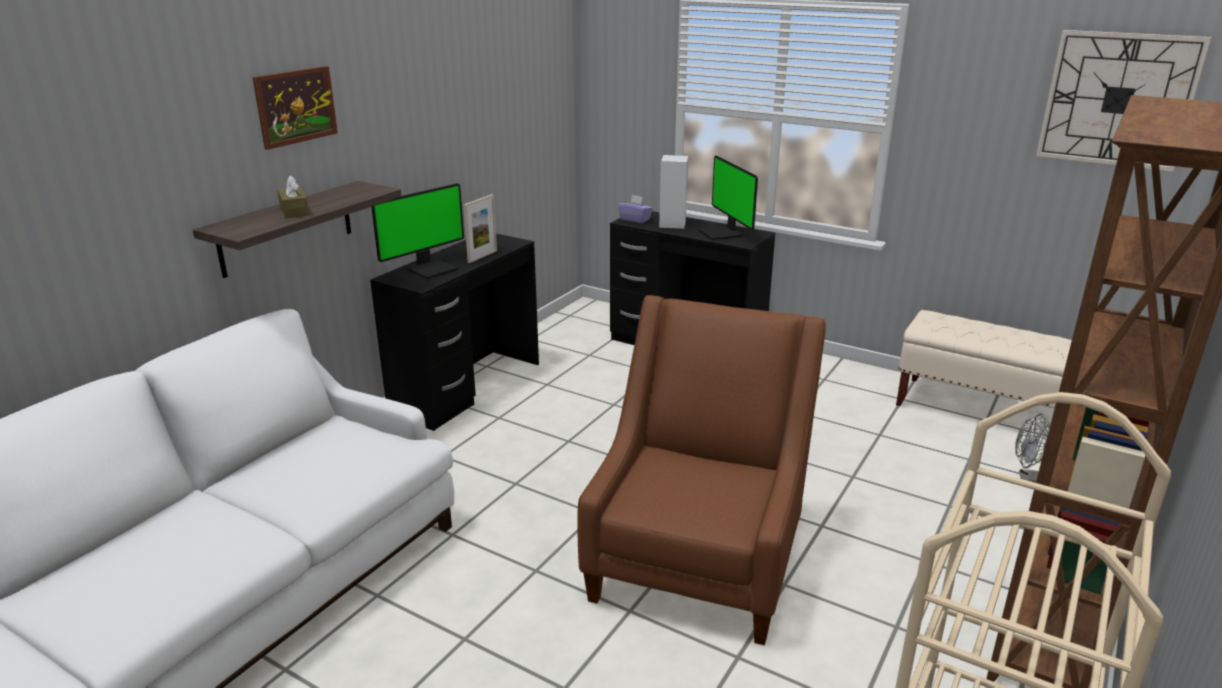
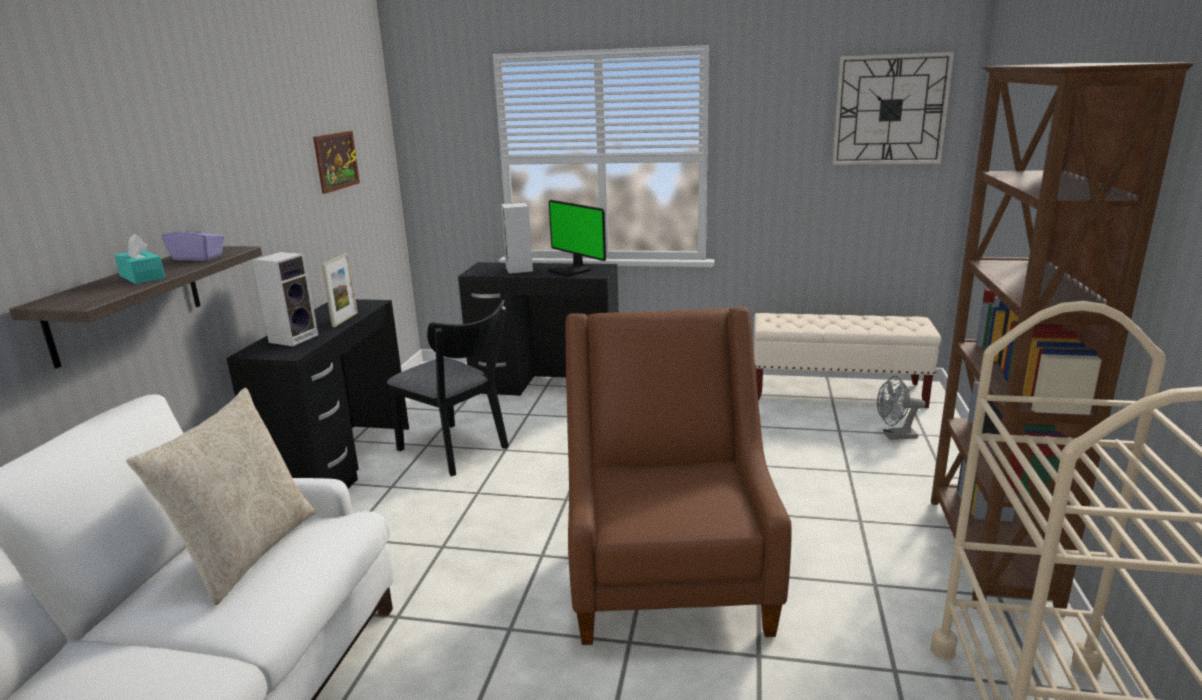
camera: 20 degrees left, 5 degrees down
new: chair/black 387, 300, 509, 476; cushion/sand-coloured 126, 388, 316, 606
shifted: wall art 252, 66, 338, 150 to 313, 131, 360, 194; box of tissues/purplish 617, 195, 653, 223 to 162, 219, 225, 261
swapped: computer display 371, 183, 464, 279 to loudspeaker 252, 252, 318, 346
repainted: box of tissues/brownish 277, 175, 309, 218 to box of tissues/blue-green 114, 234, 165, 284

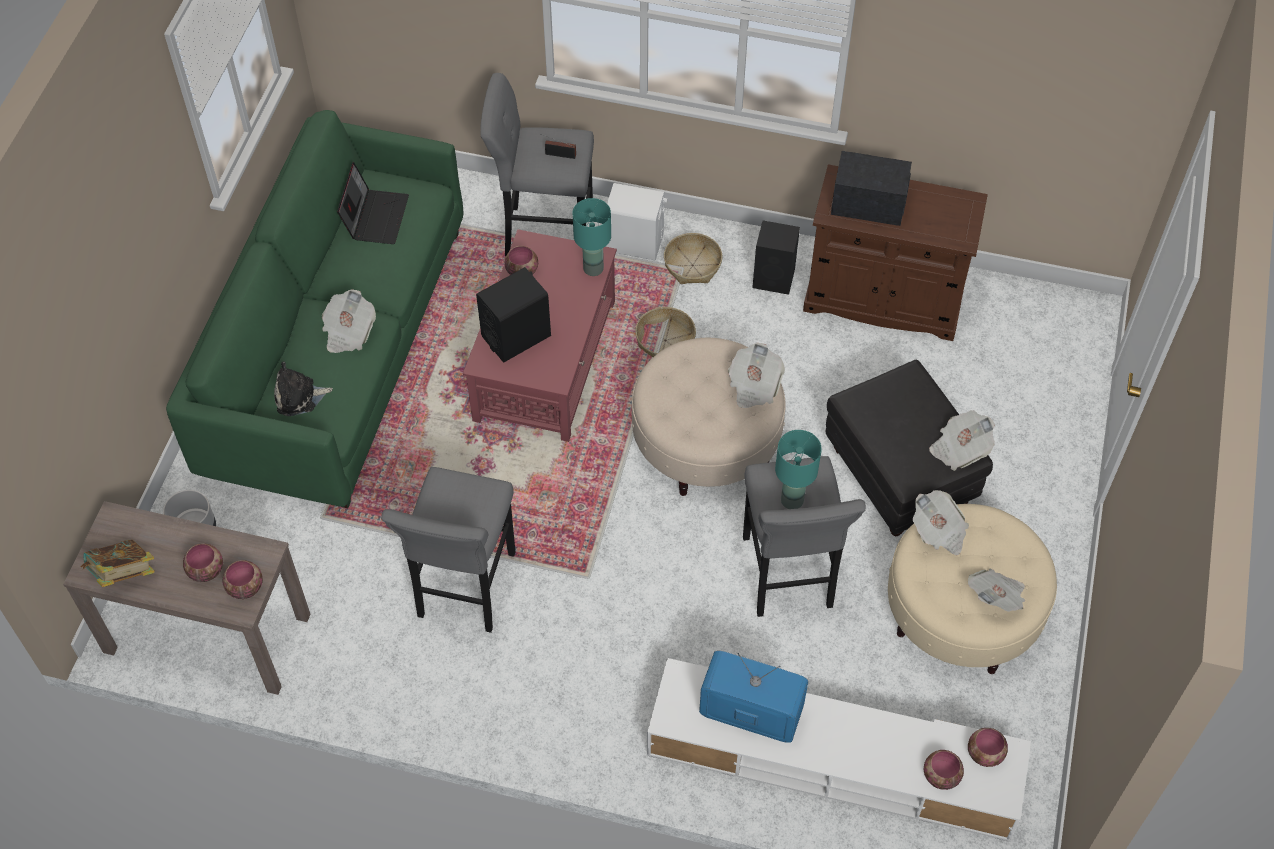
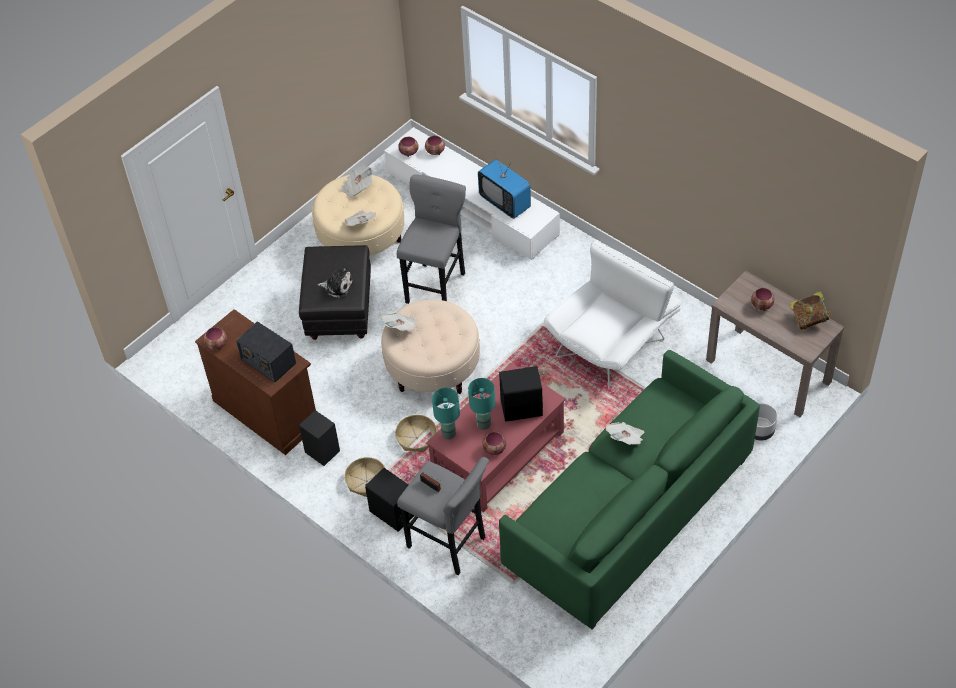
camera: 150 degrees left, 5 degrees down
gone: notebook computer 337, 162, 409, 244; newspaper 929, 410, 995, 471
shifted: plush toy 274, 361, 333, 416 to 317, 265, 354, 298; lamp for a table/blue-green 775, 430, 822, 509 to 468, 378, 495, 430; serving bowl 223, 560, 263, 599 to 204, 327, 227, 350
swapped: sitting stool/greyish 381, 467, 515, 633 to lounge chair/whitish 544, 240, 681, 389
repainted: loudspeaker/whitish 606, 183, 667, 260 to loudspeaker/black 365, 468, 414, 532

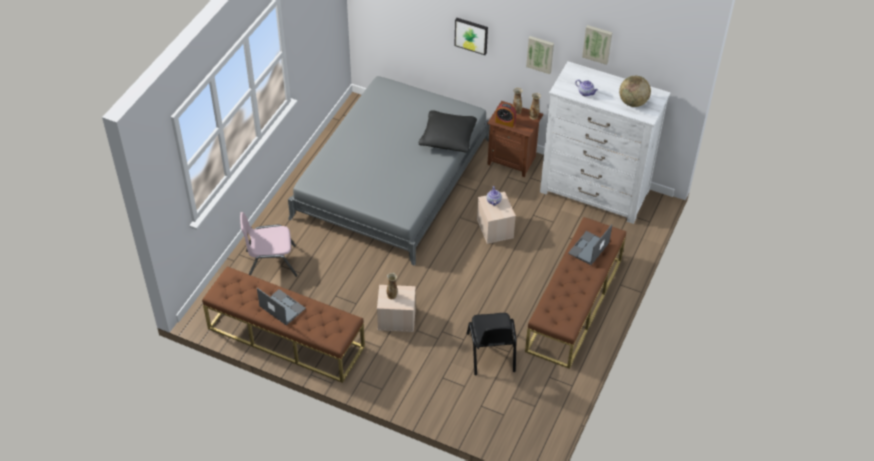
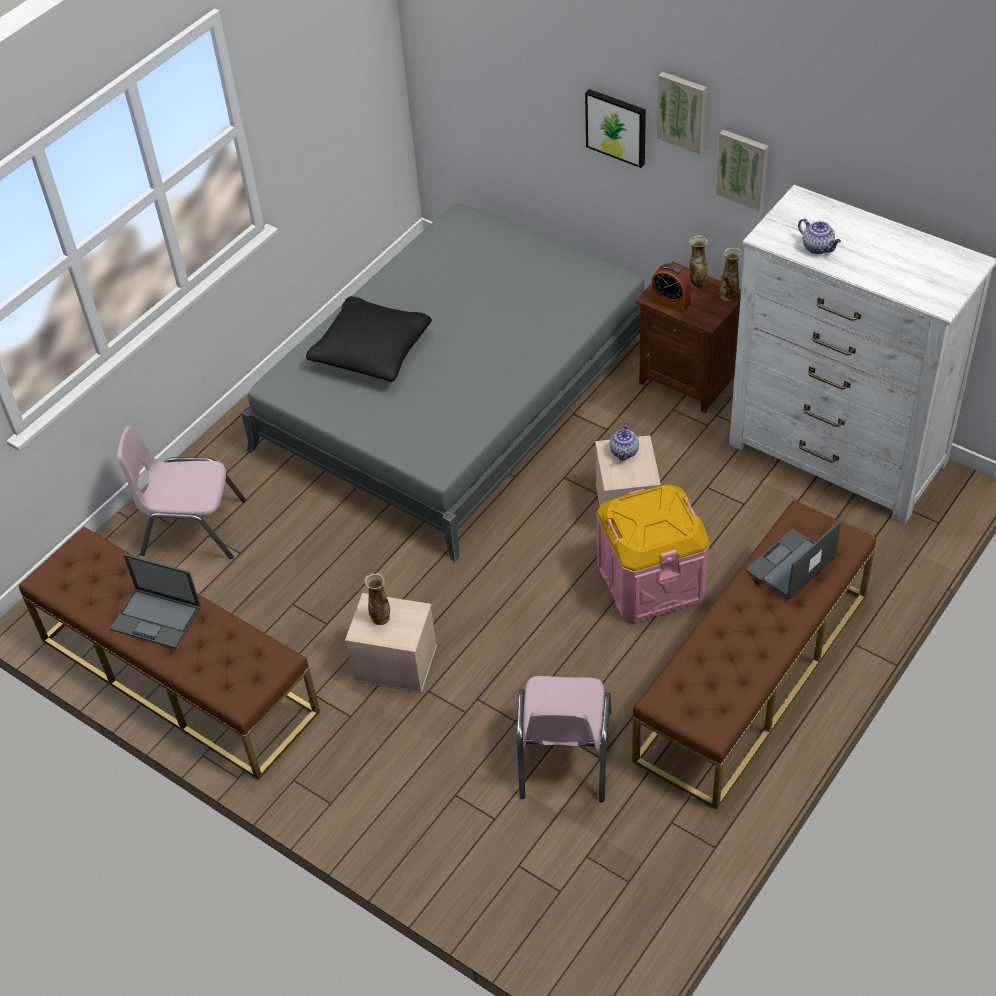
camera: 15 degrees right, 0 degrees up
gone: desk globe 619, 76, 651, 107
new: storage container/pink-coloured 596, 484, 710, 622
shifted: wall art 582, 25, 612, 65 to 657, 72, 707, 154; cushion/black 419, 110, 477, 153 to 306, 296, 432, 382
repainted: chair/black 467, 313, 516, 375 to chair/pink-coloured 517, 676, 612, 802
rotated: notebook computer 257, 288, 306, 326 = 110, 553, 201, 649 150 degrees clockwise

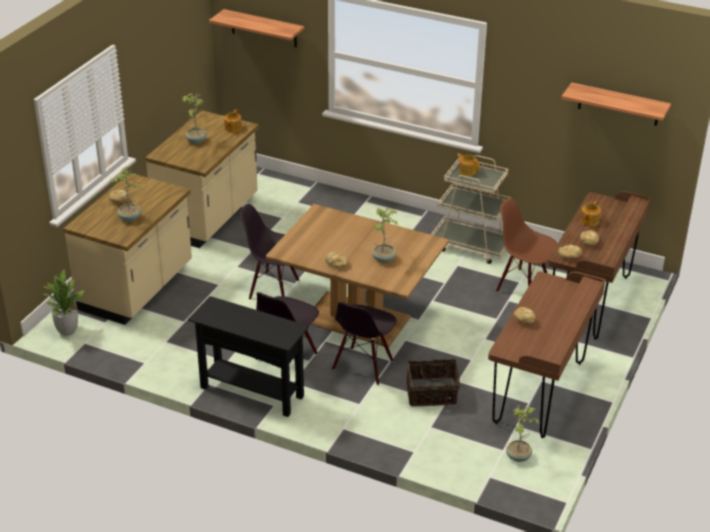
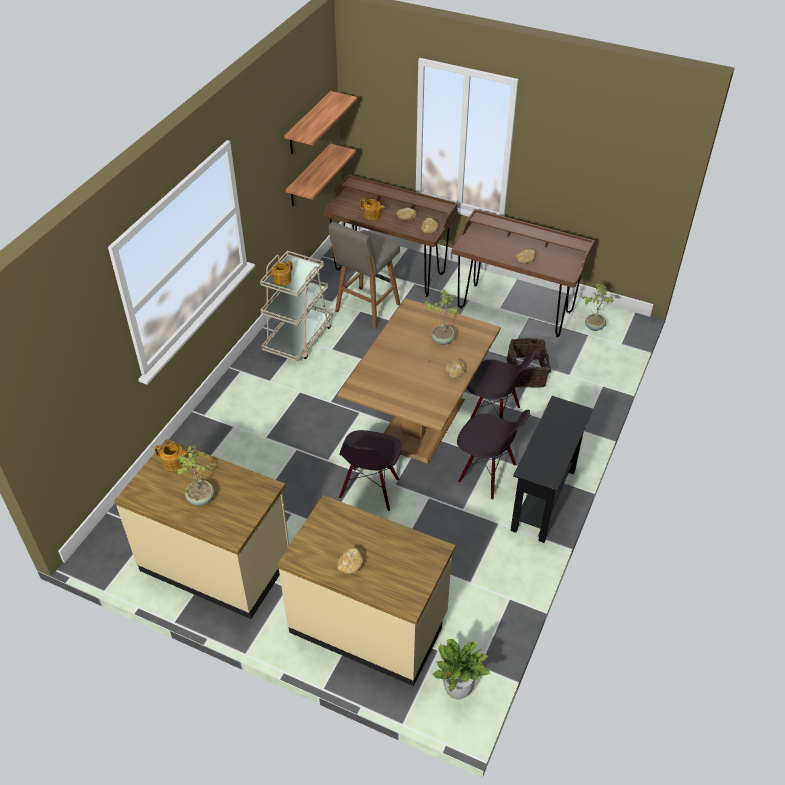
camera: 90 degrees left, 10 degrees up
gone: potted plant 109, 166, 141, 222
shifted: wall shelf 209, 9, 305, 47 to 286, 143, 356, 206
swapped: chair/brownish 496, 198, 557, 292 to sitting stool/greyish 328, 222, 400, 329

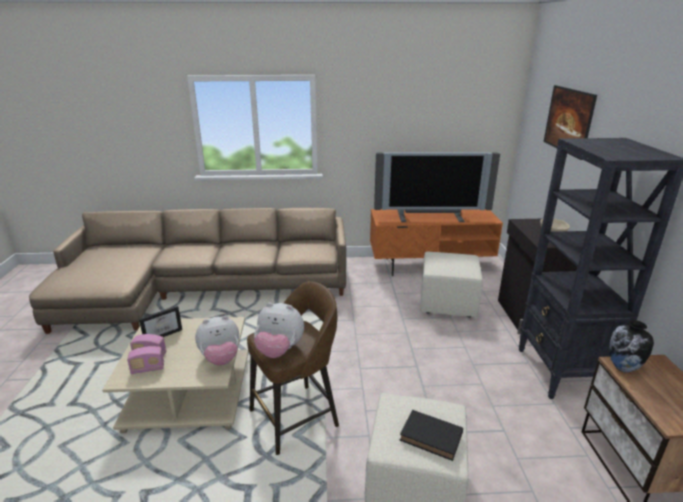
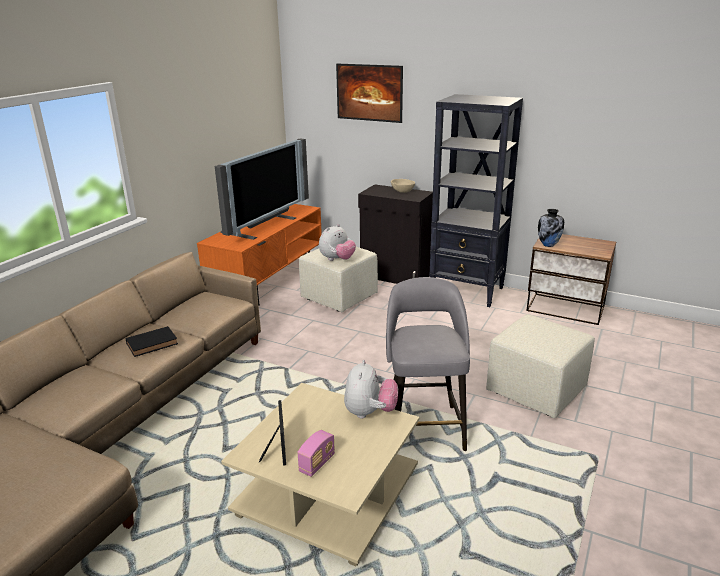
camera: 60 degrees left, 0 degrees up
gone: radio receiver 127, 346, 164, 374
shifted: plush toy 254, 302, 304, 358 to 319, 224, 356, 261; volume/black 400, 410, 463, 461 to 125, 326, 178, 357
repainted: sitting stool/brownish 247, 281, 339, 455 to sitting stool/greyish 386, 277, 470, 451

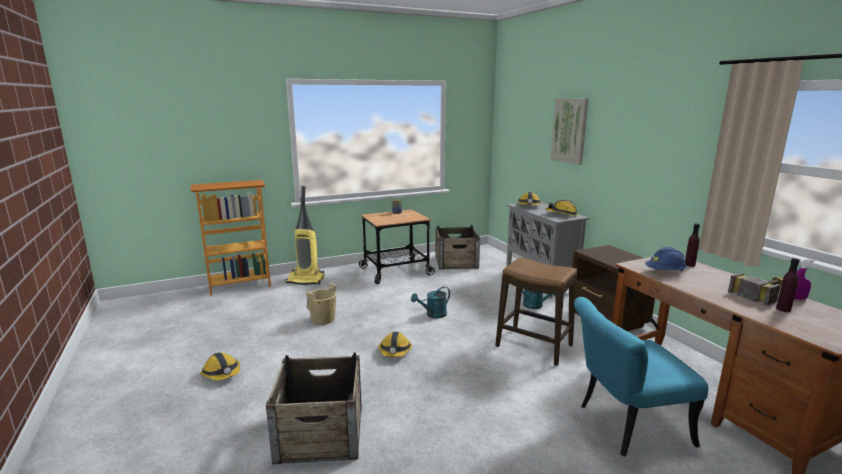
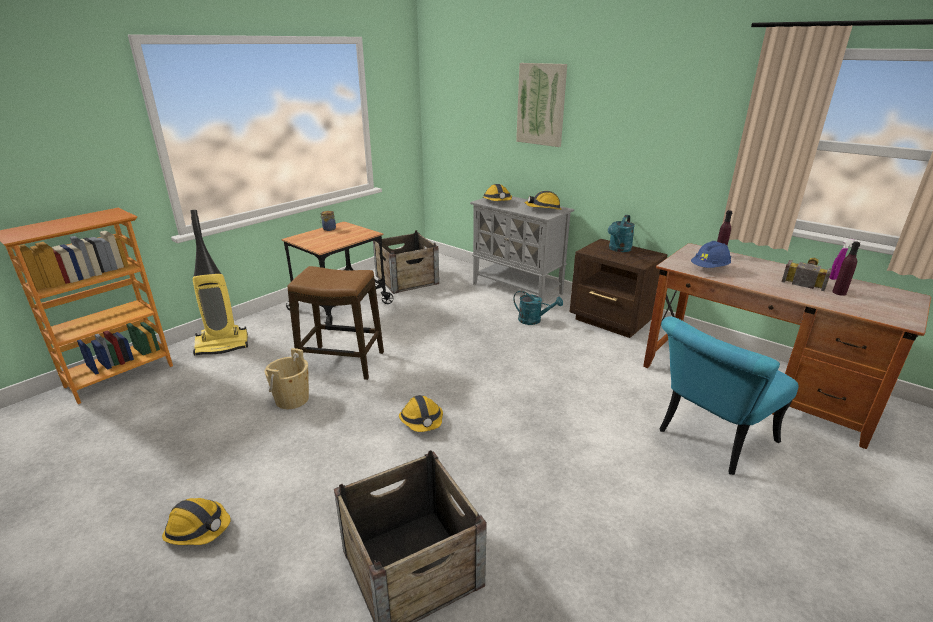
camera: 25 degrees left, 10 degrees up
shifted: sitting stool 495, 257, 577, 366 to 287, 266, 384, 380; watering pot/blue-green 411, 286, 450, 318 to 608, 215, 635, 252

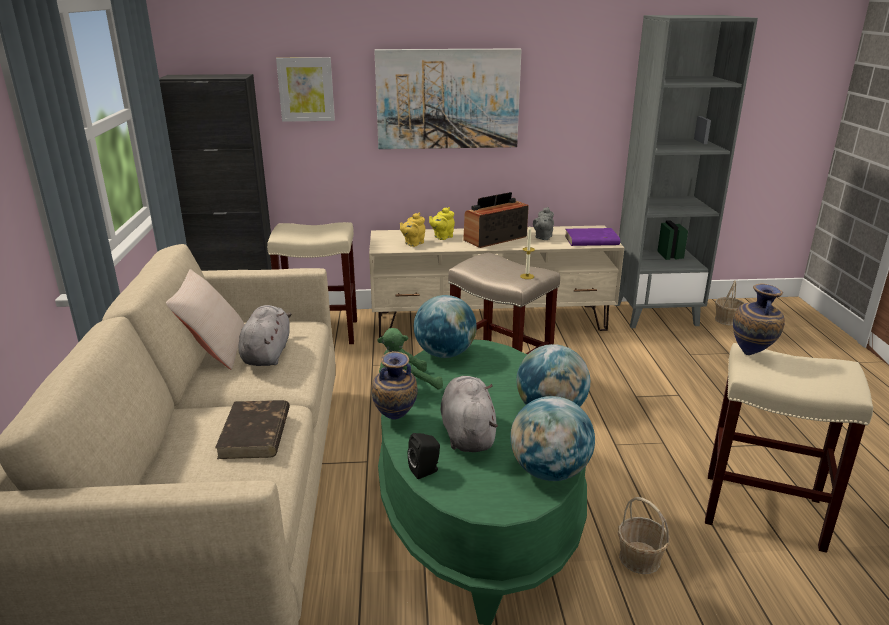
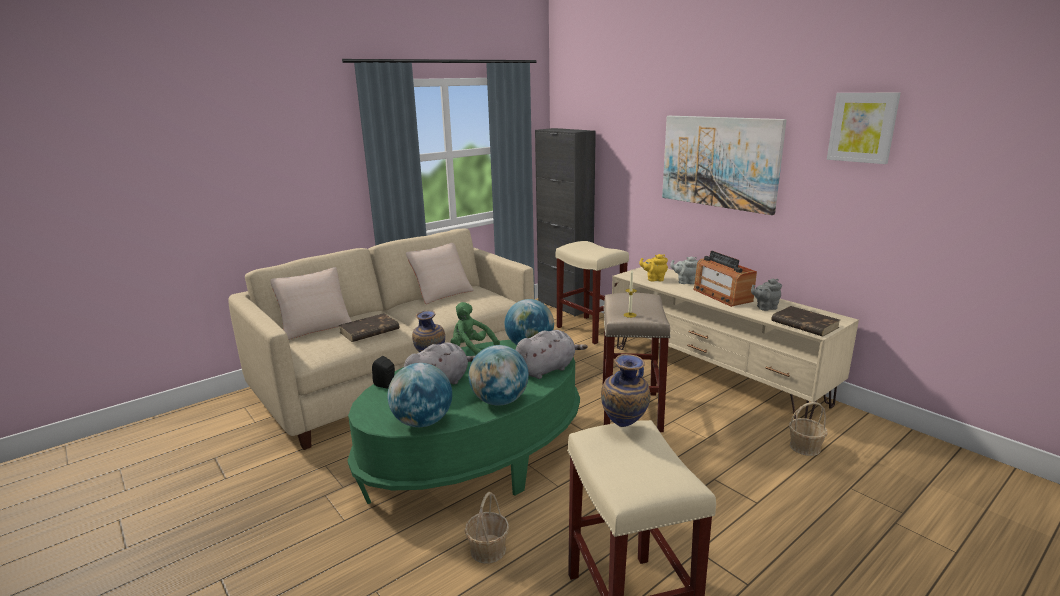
camera: 55 degrees right, 5 degrees down
gone: shelving unit/greyish 615, 15, 758, 328
new: cushion/sand-coloured 271, 267, 352, 340
shifted: wall art 276, 57, 335, 122 to 827, 93, 901, 164; basket 715, 280, 745, 326 to 789, 402, 827, 456; plush toy/greyish 238, 305, 292, 366 to 515, 330, 588, 379
repainted: pot for tea/yellow-coloured 429, 207, 455, 240 to pot for tea/greyish 670, 256, 698, 284; volume/purplish 565, 228, 620, 246 to volume/brownish 771, 306, 840, 337
rotated: radio receiver 463, 192, 529, 248 = 693, 251, 757, 307 135 degrees counterclockwise

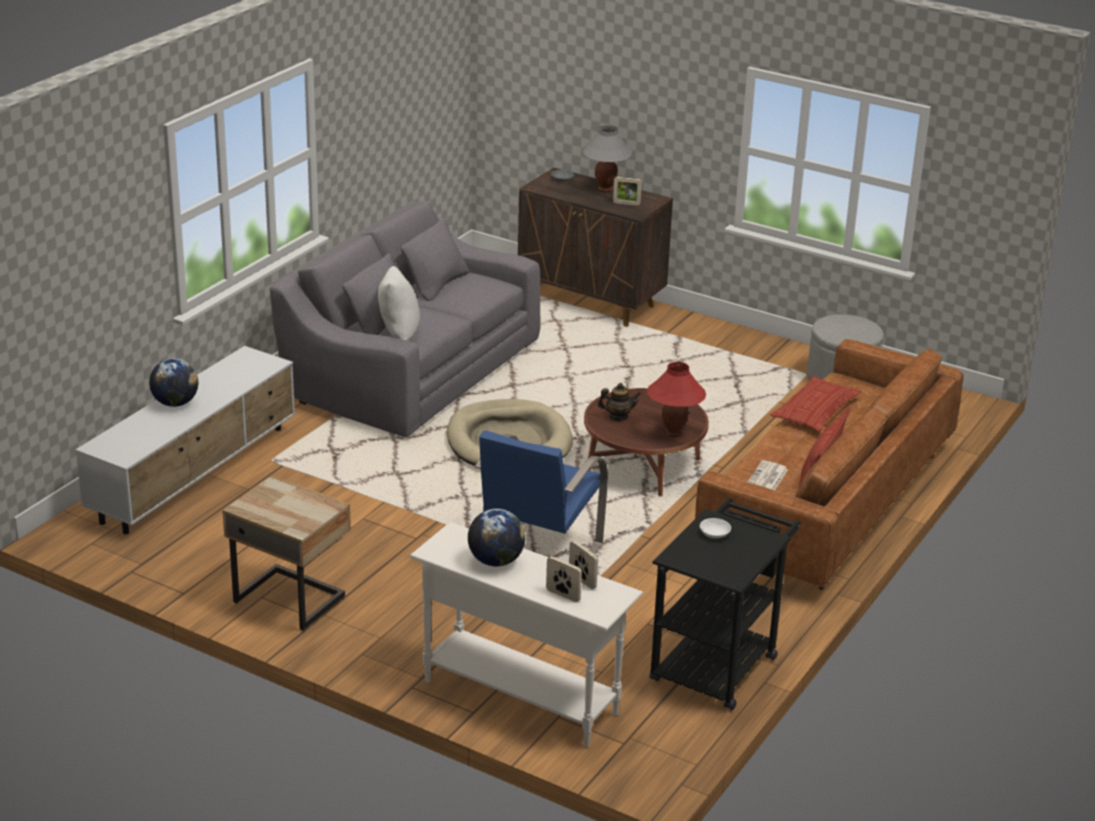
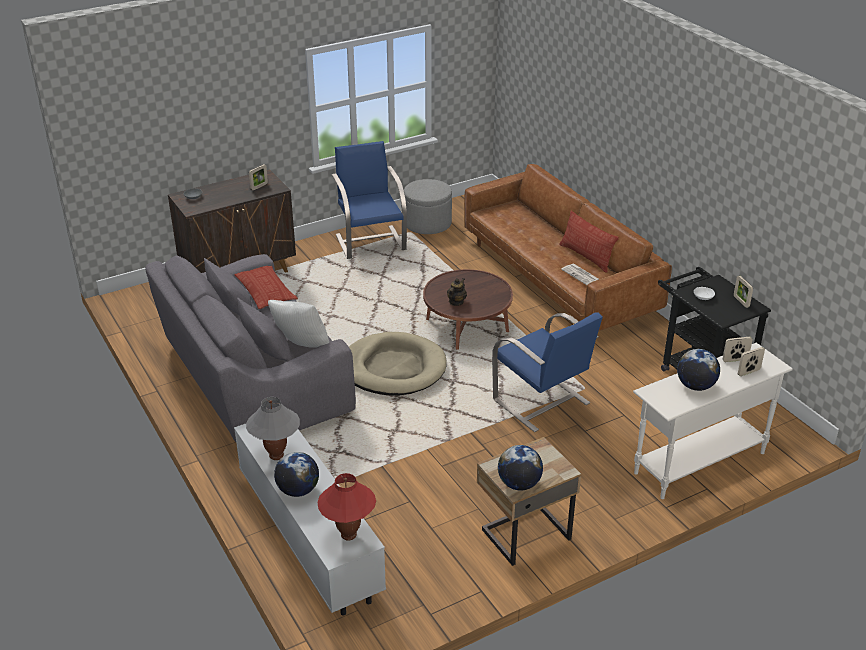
camera: 60 degrees left, 5 degrees up
new: lounge chair/blue 332, 141, 407, 259; photo frame 734, 276, 753, 308; desk globe 498, 445, 543, 490
shifted: lamp for a table/greyish 582, 125, 632, 192 to 246, 397, 300, 460; lamp for a table/reddish 647, 362, 706, 437 to 317, 473, 376, 541; cushion 770, 376, 862, 432 to 235, 266, 298, 309

